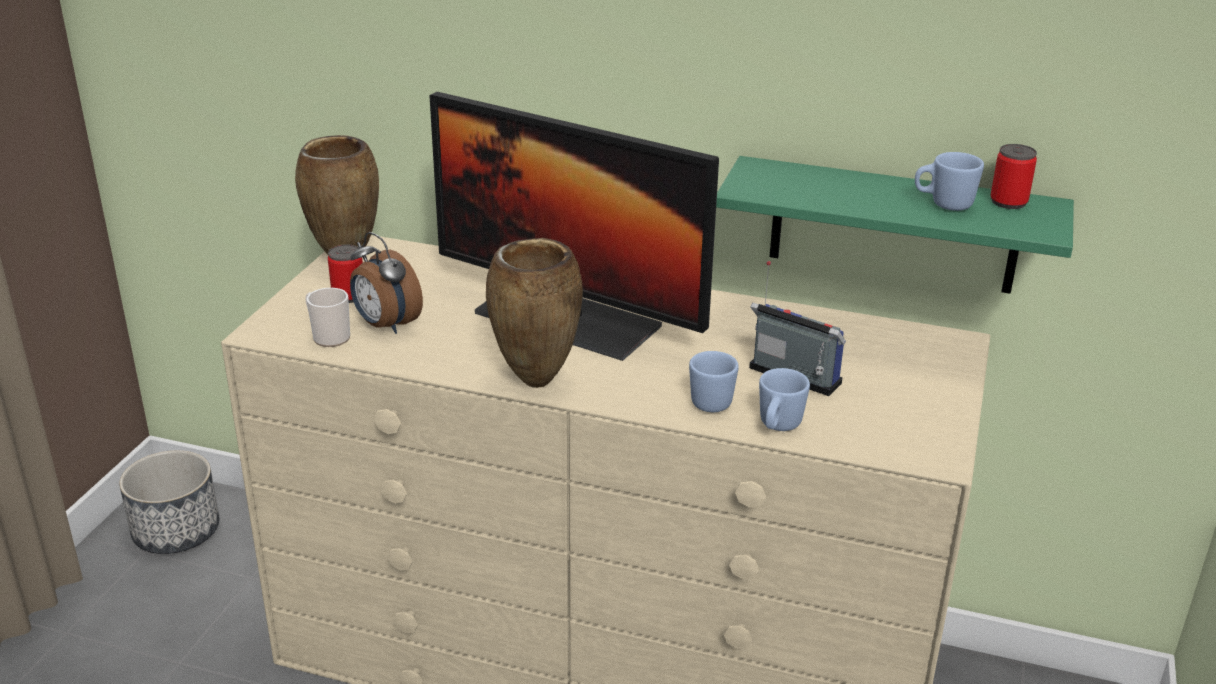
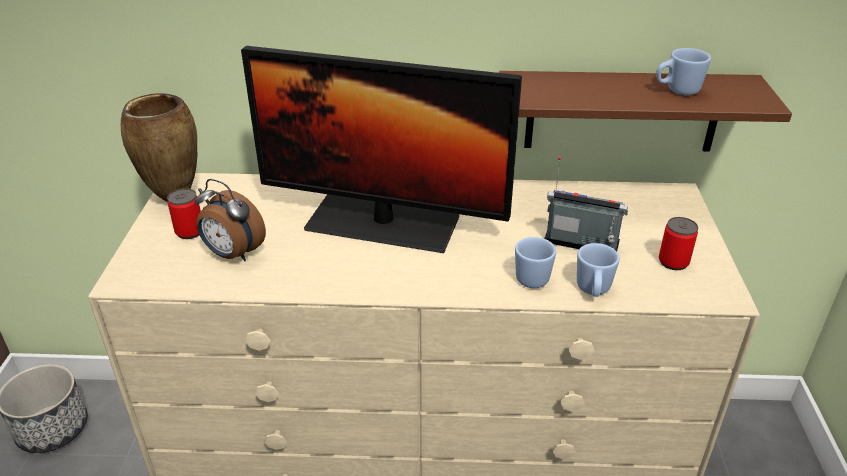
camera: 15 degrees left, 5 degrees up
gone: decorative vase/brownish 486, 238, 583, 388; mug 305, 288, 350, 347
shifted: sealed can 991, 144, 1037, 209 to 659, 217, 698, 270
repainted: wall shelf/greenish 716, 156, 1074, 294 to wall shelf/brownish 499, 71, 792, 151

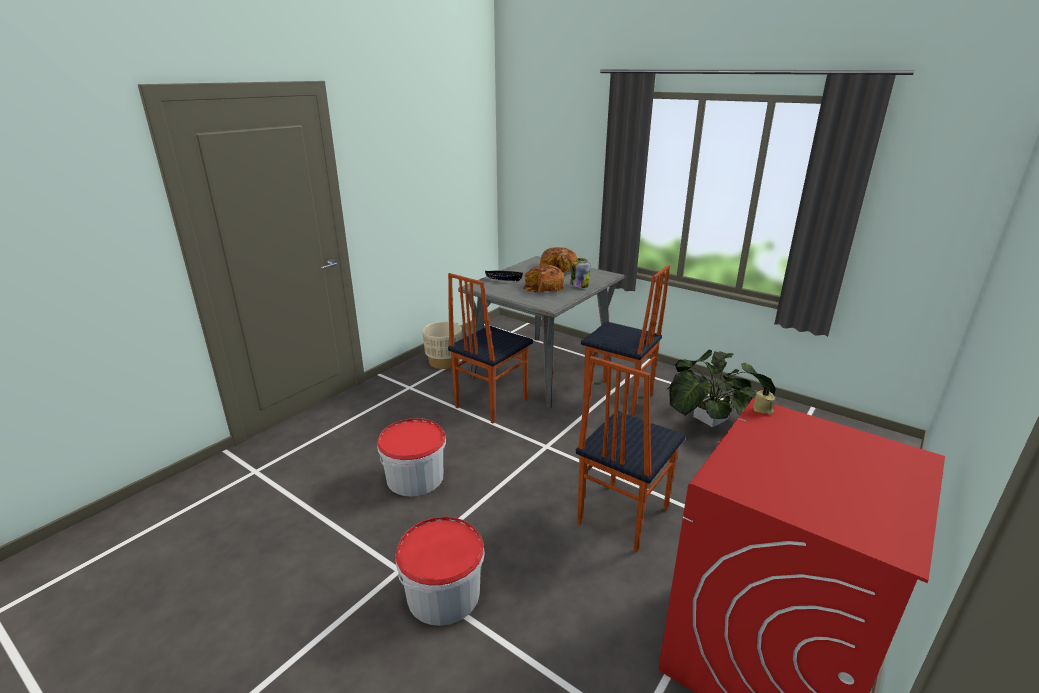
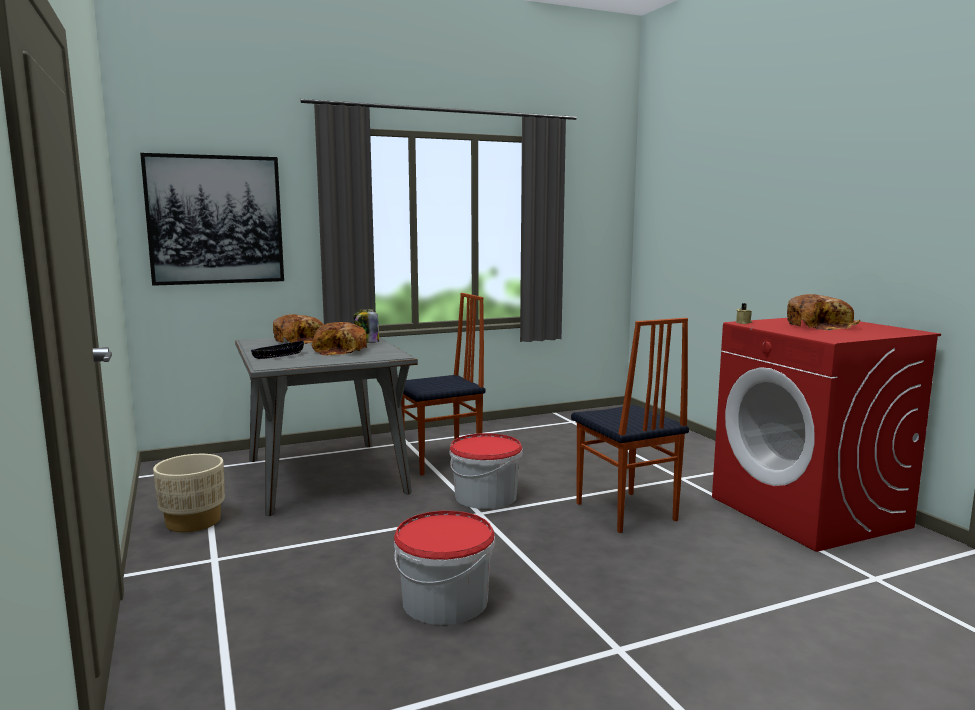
camera: 60 degrees left, 15 degrees down
gone: chair 448, 273, 533, 423; potted plant 666, 349, 776, 427
new: wall art 140, 153, 284, 286; bread 787, 294, 860, 330
shifted: bucket 396, 517, 484, 626 to 450, 433, 523, 509

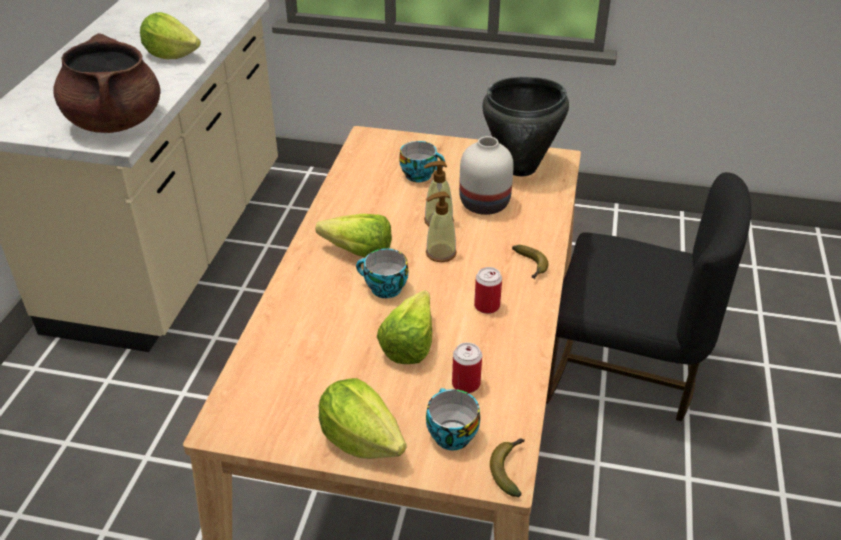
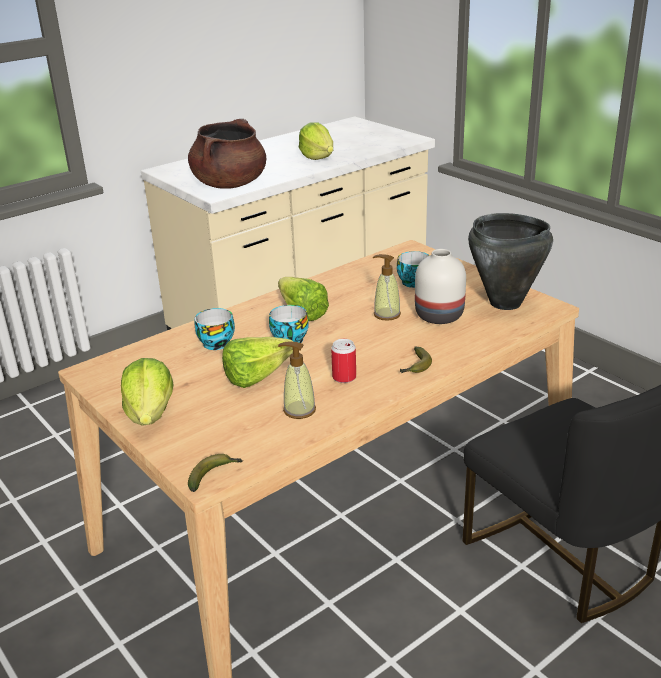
camera: 40 degrees right, 10 degrees down
gone: sealed can 452, 342, 482, 393
shifted: liquid soap bottle 426, 191, 457, 262 to 278, 342, 316, 419; cup 426, 388, 480, 450 to 195, 308, 235, 350

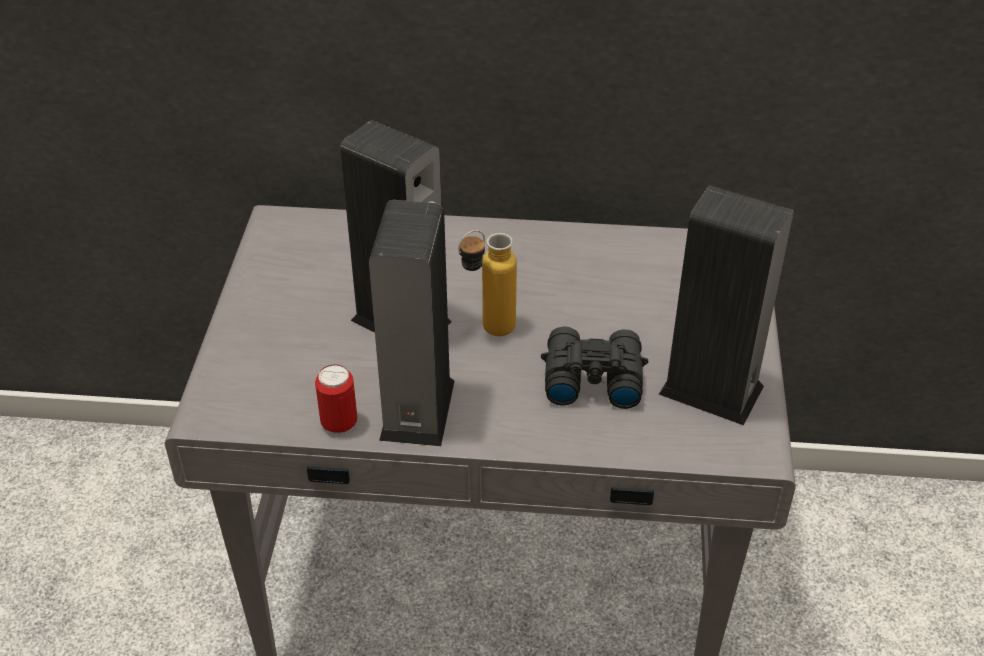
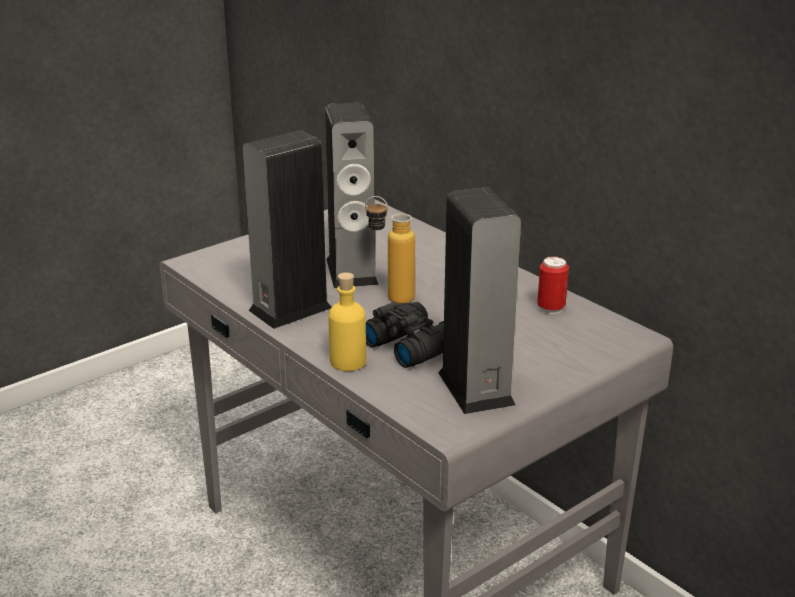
camera: 45 degrees right, 15 degrees down
new: bottle/yellow-coloured 328, 272, 366, 371
shifted: sealed can 315, 365, 358, 435 to 537, 256, 569, 314

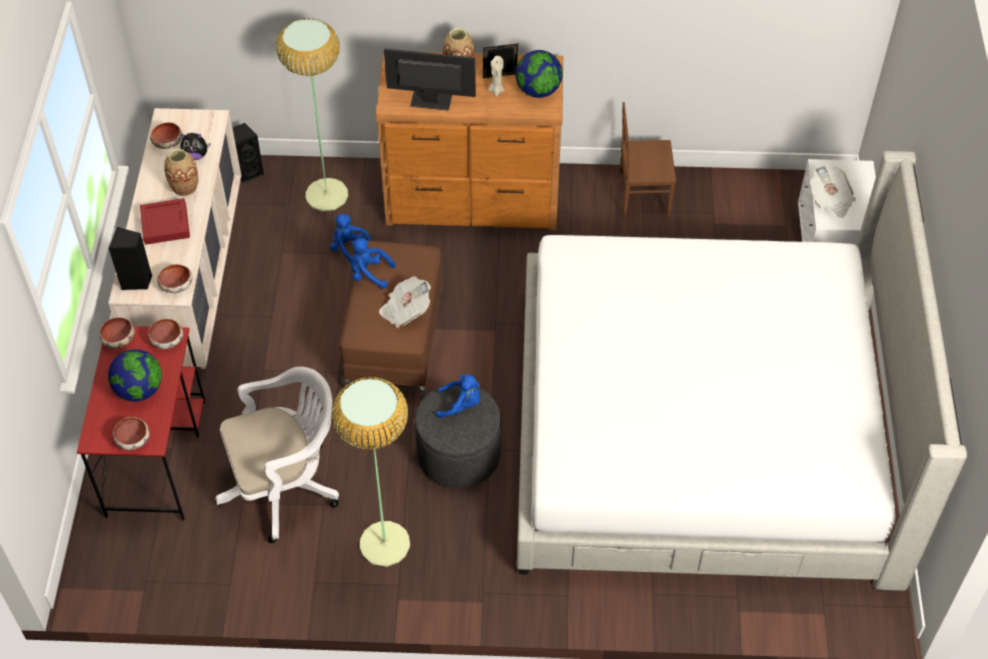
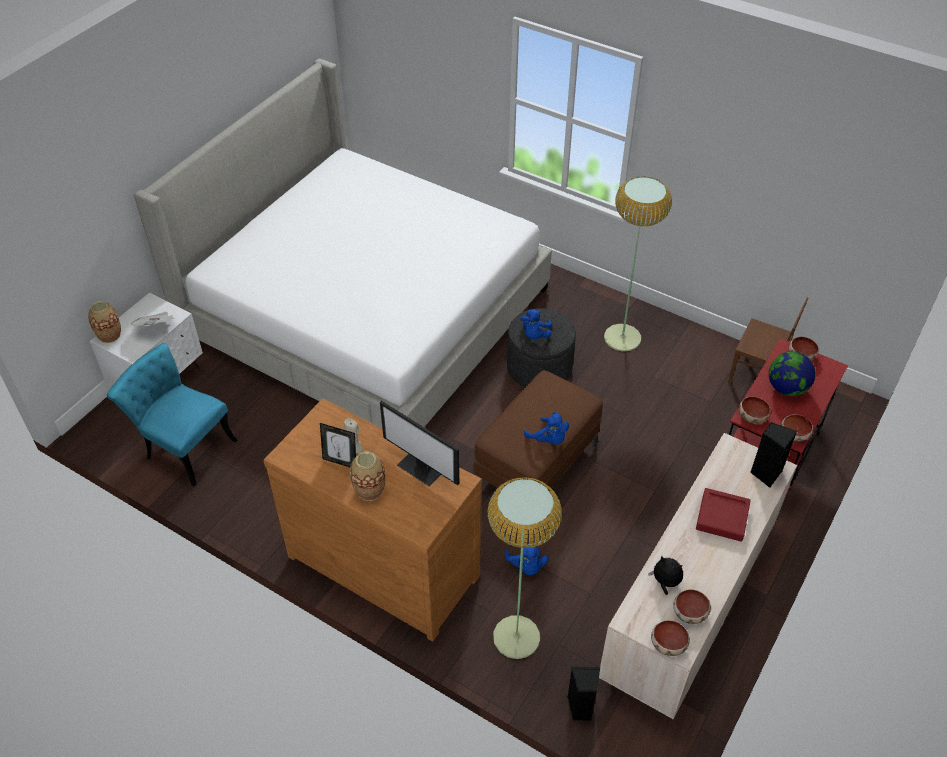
camera: 150 degrees left, 5 degrees down
gone: desk globe 515, 50, 563, 98; newspaper 379, 276, 431, 328; desk chair/whitish 215, 367, 339, 543
new: chair/blue-green 107, 343, 237, 486
shifted: chair/brownish 619, 102, 676, 219 to 728, 297, 808, 384; decorative vase 164, 149, 198, 196 to 88, 301, 121, 343; serving bowl 157, 264, 192, 293 to 651, 620, 690, 656
rotated: plush toy/blue 436, 374, 480, 418 = 520, 309, 552, 339 105 degrees counterclockwise

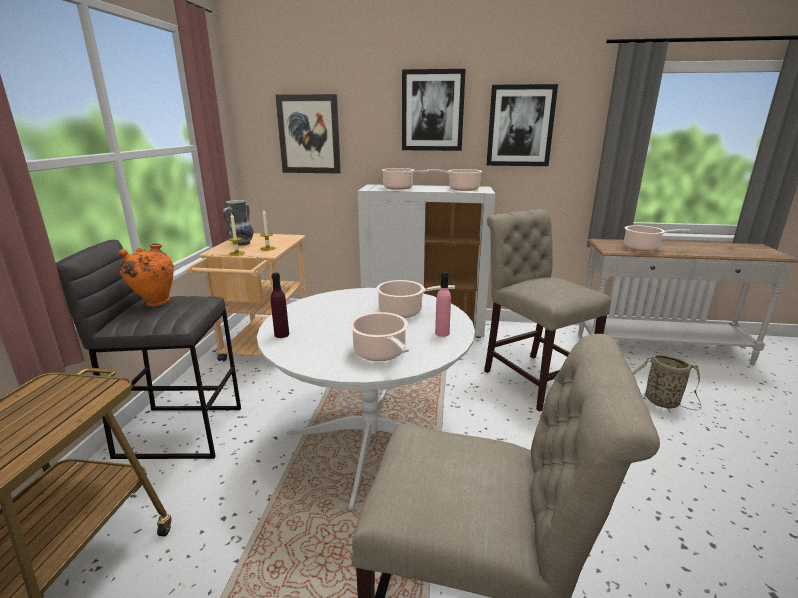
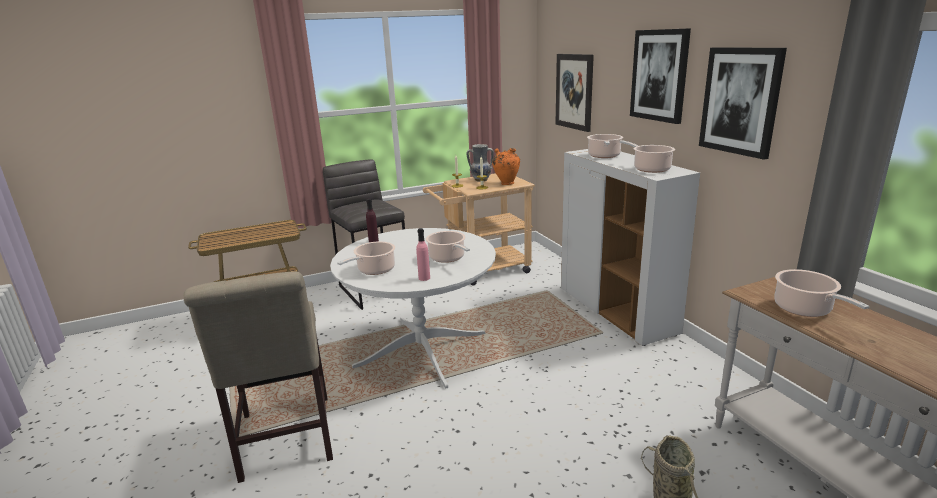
camera: 60 degrees right, 0 degrees up
gone: chair/sand-coloured 484, 209, 611, 412
shifted: decorative vase/orangey 119, 243, 174, 307 to 492, 148, 520, 185

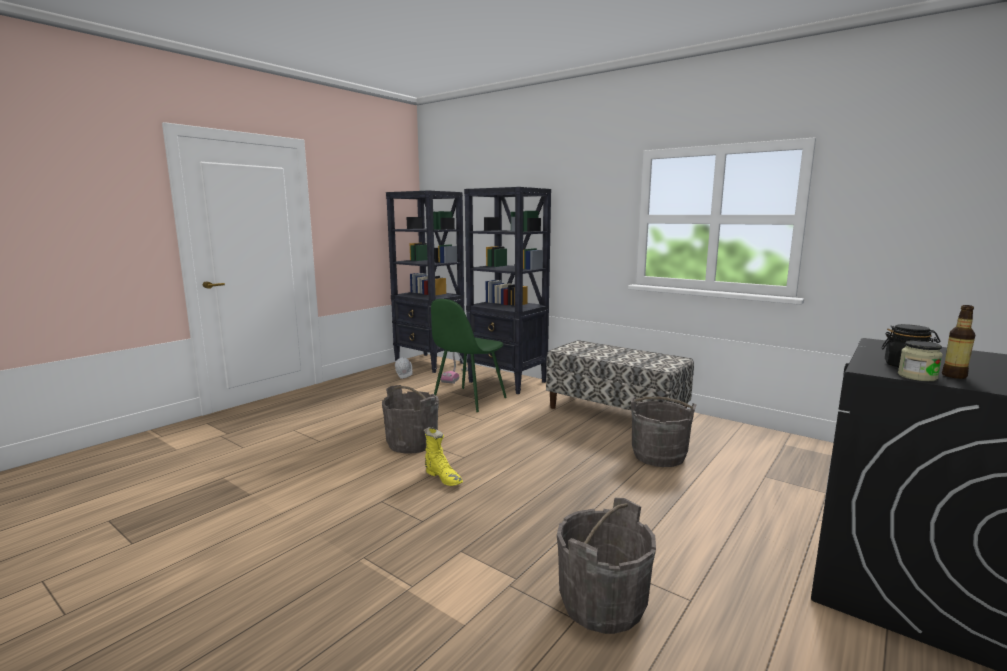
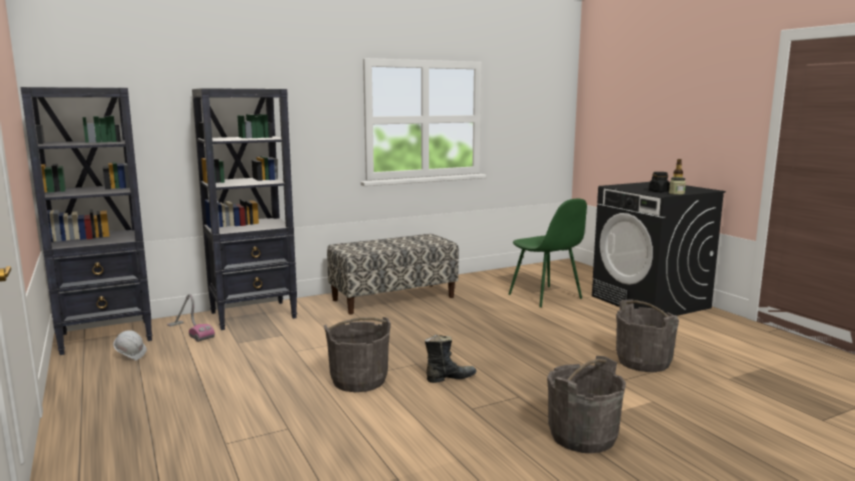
camera: 65 degrees left, 0 degrees up
shifted: chair/greenish 431, 299, 507, 412 to 508, 199, 587, 308; bucket/greyish 631, 396, 696, 467 to 547, 356, 626, 453
repainted: boot/yellow-coloured 424, 427, 463, 486 to boot/black 425, 335, 477, 383

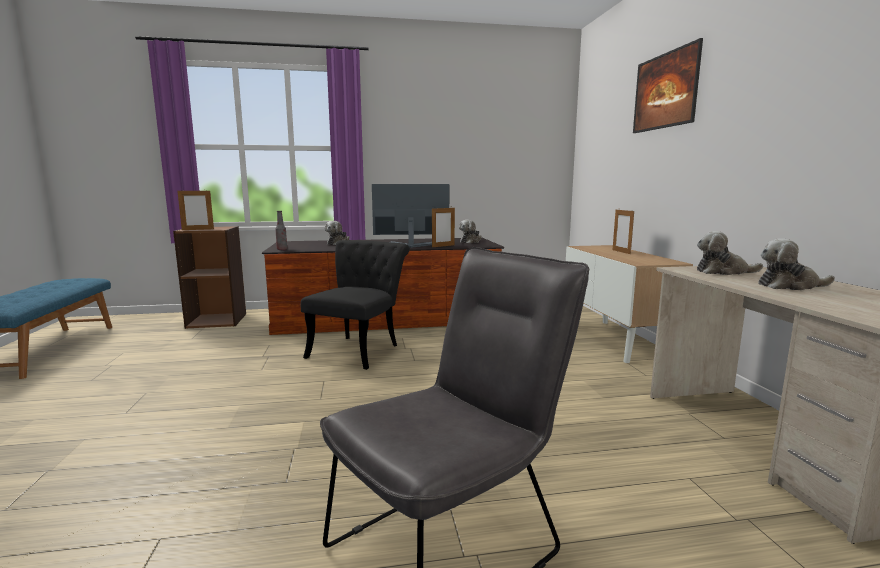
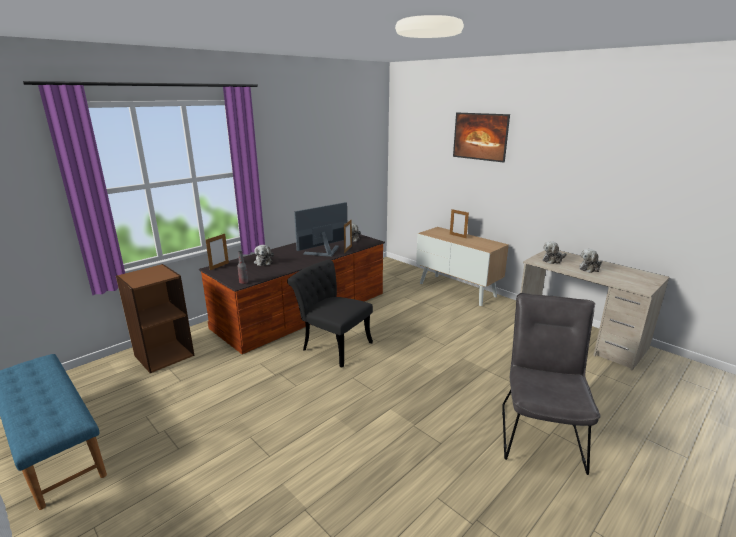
camera: 35 degrees left, 10 degrees up
shifted: photo frame 177, 189, 214, 230 to 206, 234, 229, 270
rotated: chair/black 301, 240, 410, 370 = 287, 259, 373, 368 45 degrees counterclockwise

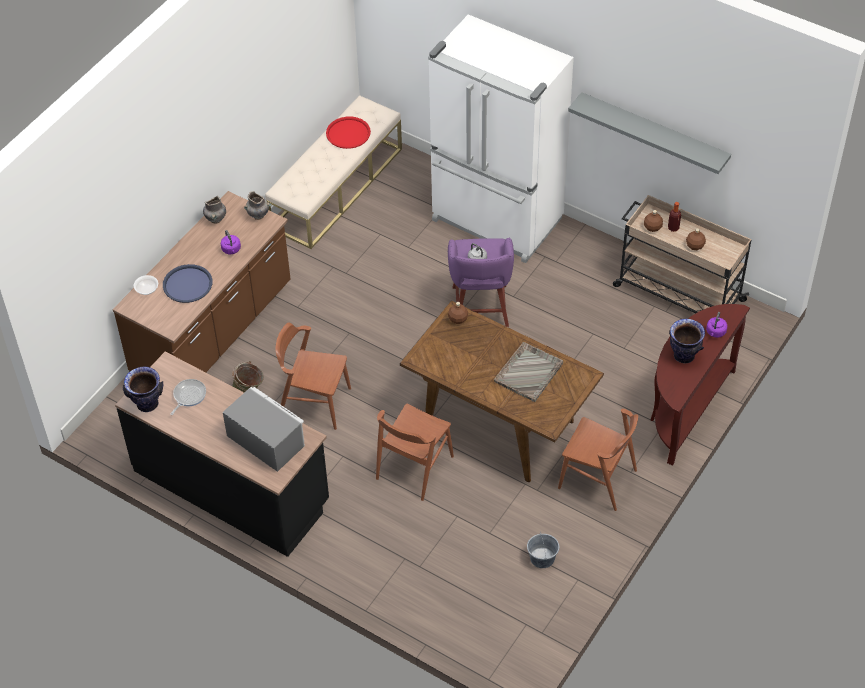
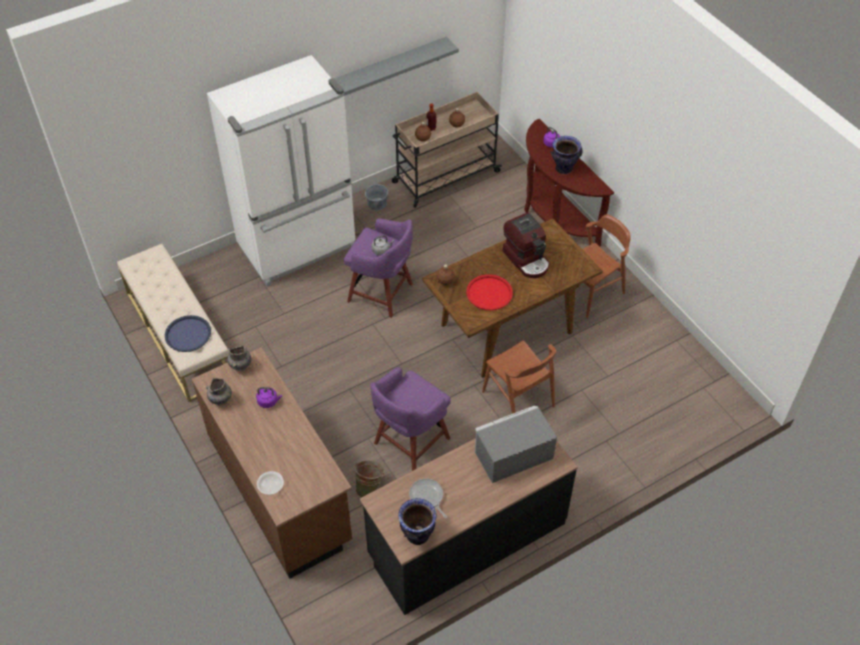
camera: 65 degrees left, 0 degrees up
shifted: carrying tray/reddish 326, 117, 371, 149 to 466, 274, 513, 310; carrying tray/blue 163, 264, 213, 303 to 165, 315, 211, 352; bucket/greyish 527, 532, 559, 568 to 365, 184, 388, 211
swapped: chair/brownish 275, 323, 351, 430 to sitting stool/purplish 370, 367, 451, 471; carrying tray/greyish 494, 342, 563, 402 to coffee maker 503, 212, 550, 278

